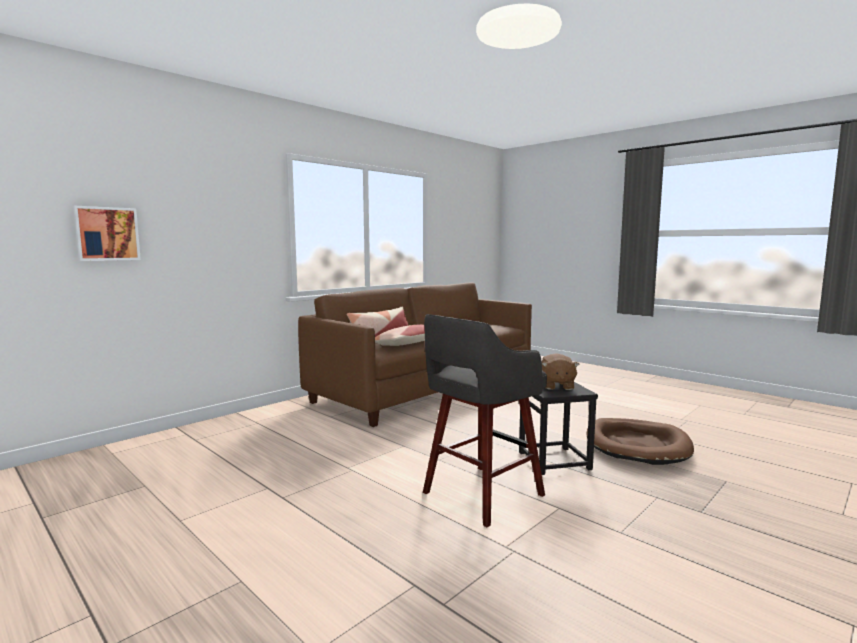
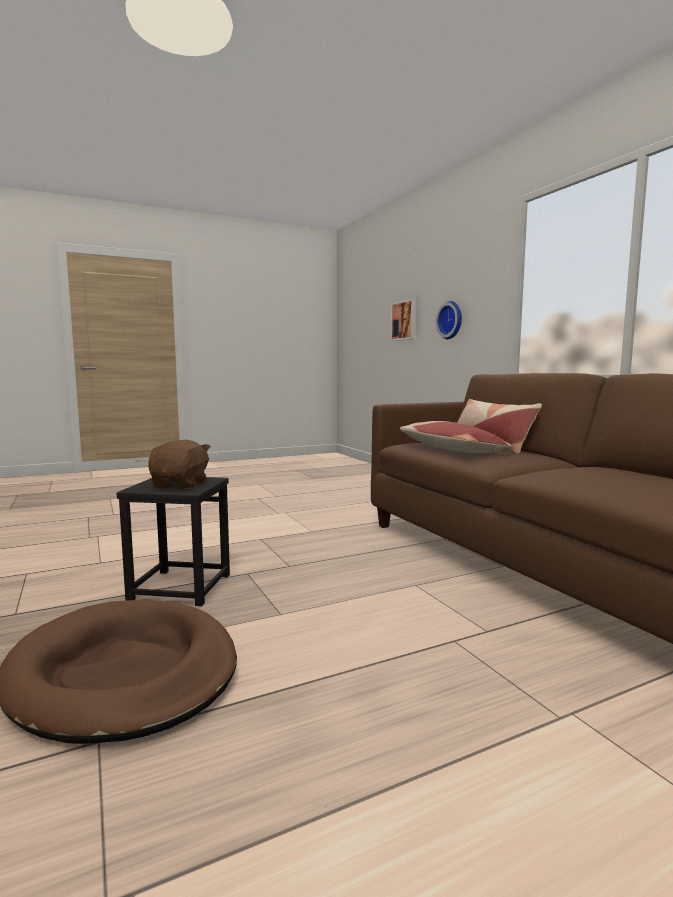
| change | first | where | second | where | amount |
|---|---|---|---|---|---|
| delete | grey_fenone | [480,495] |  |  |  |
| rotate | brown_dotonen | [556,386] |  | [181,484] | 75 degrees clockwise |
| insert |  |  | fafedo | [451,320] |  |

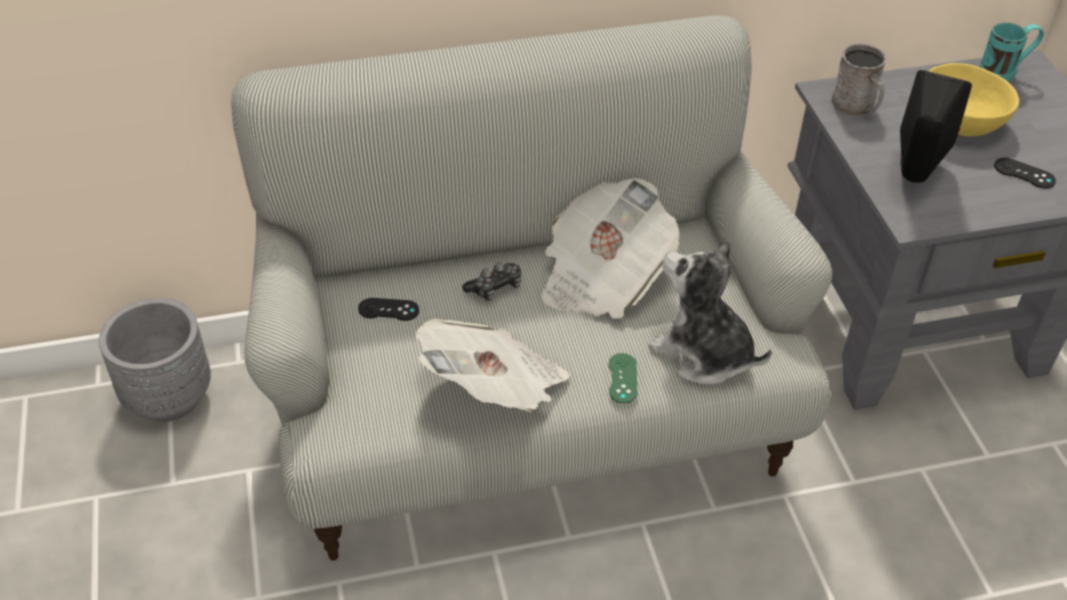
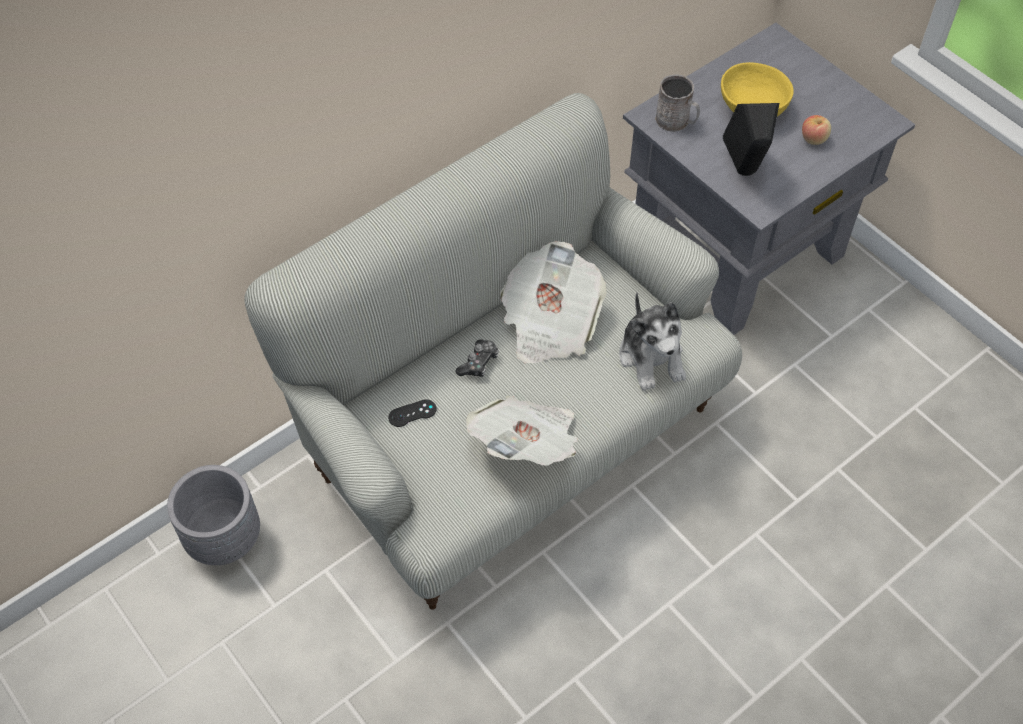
| change | first | where | second | where | amount |
|---|---|---|---|---|---|
| delete | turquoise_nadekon | [1003,75] |  |  |  |
| replace | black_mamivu | [1024,173] | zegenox | [813,139] |  |
| rotate | dotonen | [703,354] |  | [652,357] | 120 degrees counterclockwise |
| delete | green_mamivu | [622,378] |  |  |  |

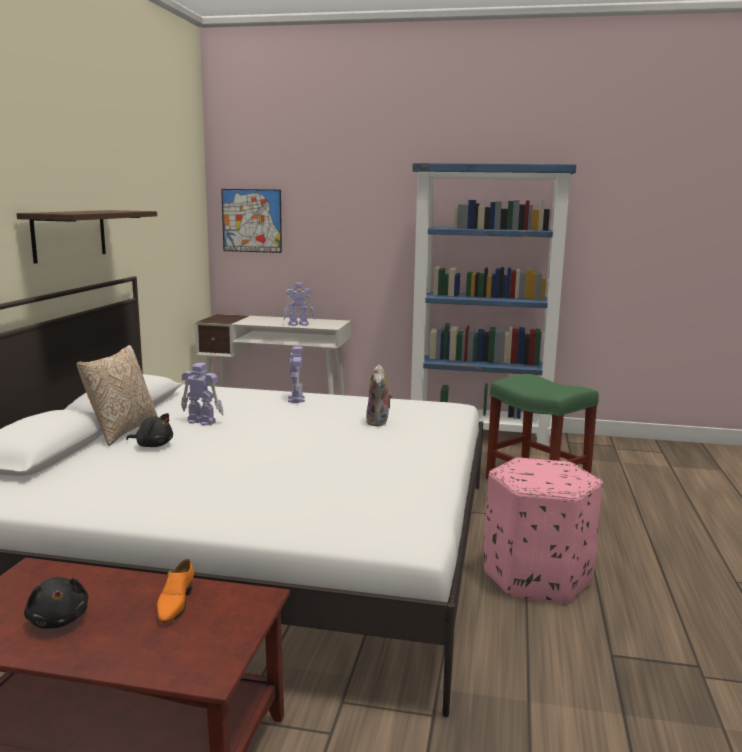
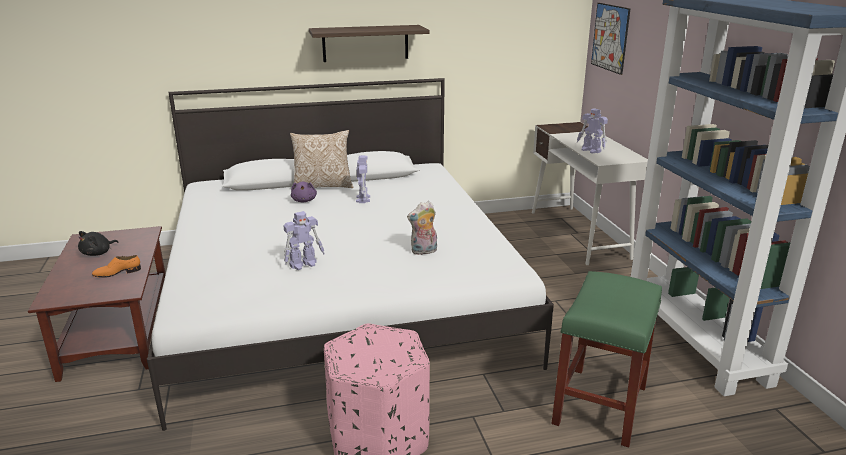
| change | first | where | second | where | amount |
|---|---|---|---|---|---|
| move | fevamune | [296,399] |  | [304,264] |  |
| recolor | black_dotonen | [153,445] | purple_dotonen | [304,200] |  |

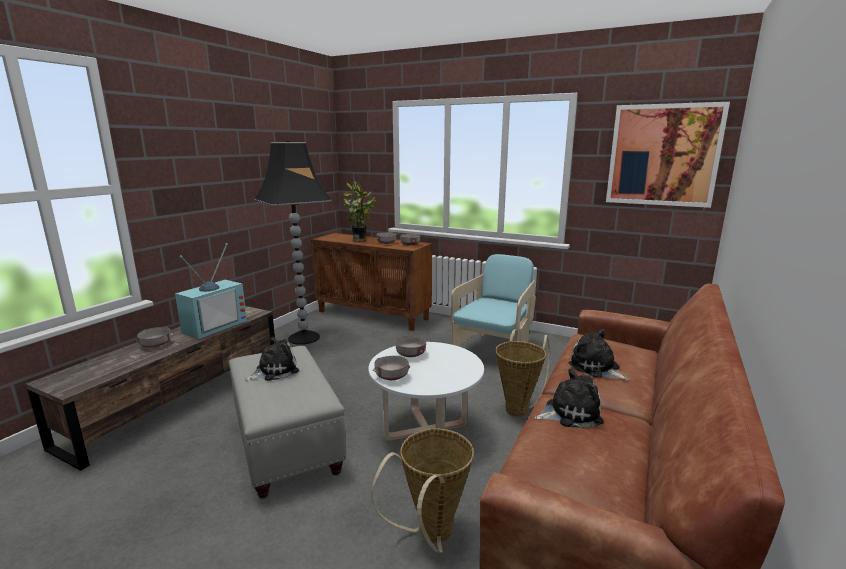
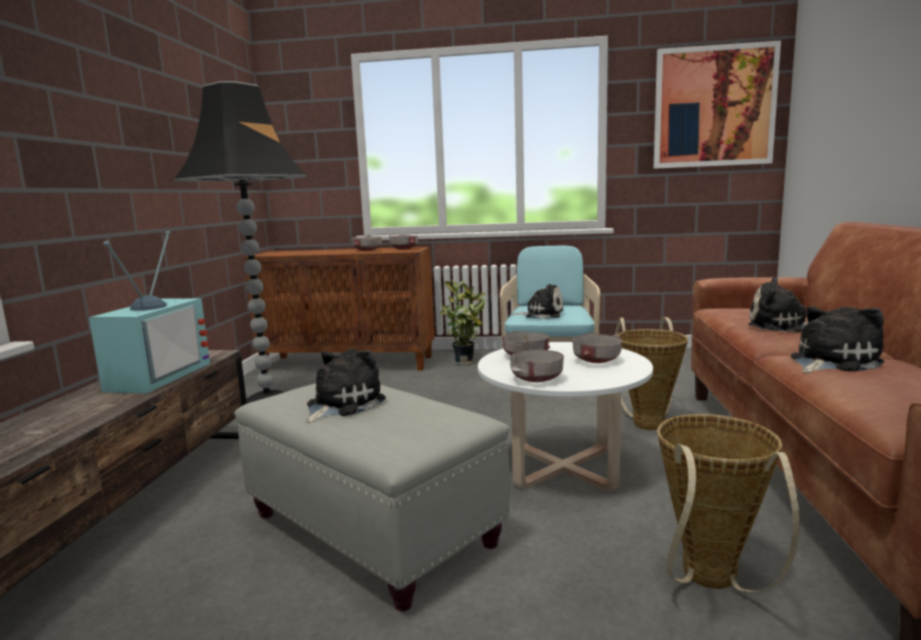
| change | first | where | second | where | amount |
|---|---|---|---|---|---|
| move | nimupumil | [361,240] |  | [466,362] |  |
| move | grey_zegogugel | [155,345] |  | [596,361] |  |
| insert |  |  | dotonen | [541,314] |  |

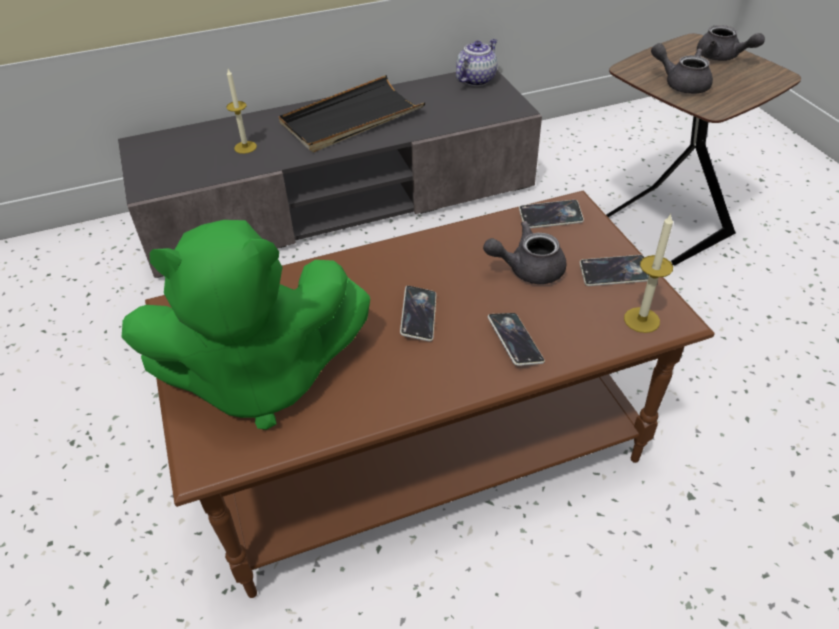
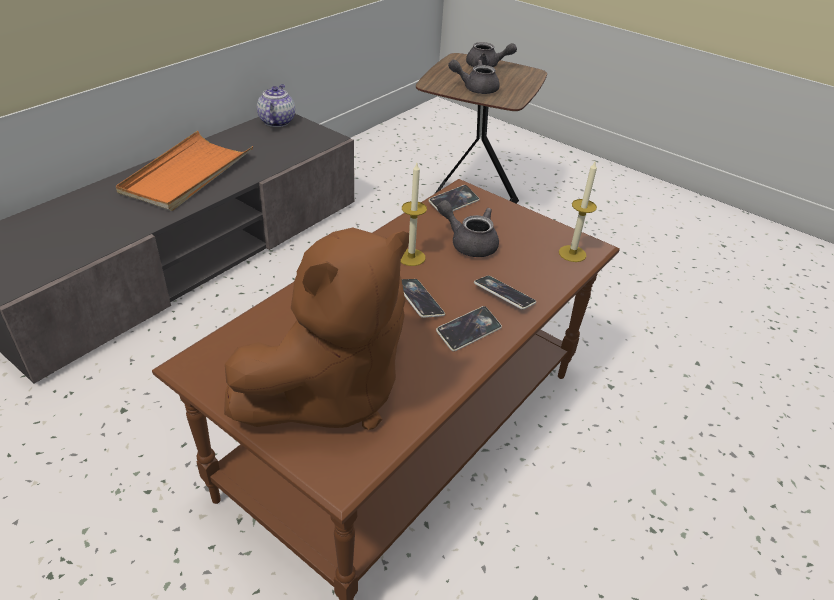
| change | first | where | second | where | amount |
|---|---|---|---|---|---|
| move | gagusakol | [245,147] |  | [411,257] |  |
| recolor | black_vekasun | [351,119] | orange_vekasun | [187,175] |  |
| recolor | green_dotonen | [261,378] | brown_dotonen | [330,392] |  |
| rotate | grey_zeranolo | [527,269] |  | [469,243] | 75 degrees clockwise |
| move | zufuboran | [614,274] |  | [468,331] |  |

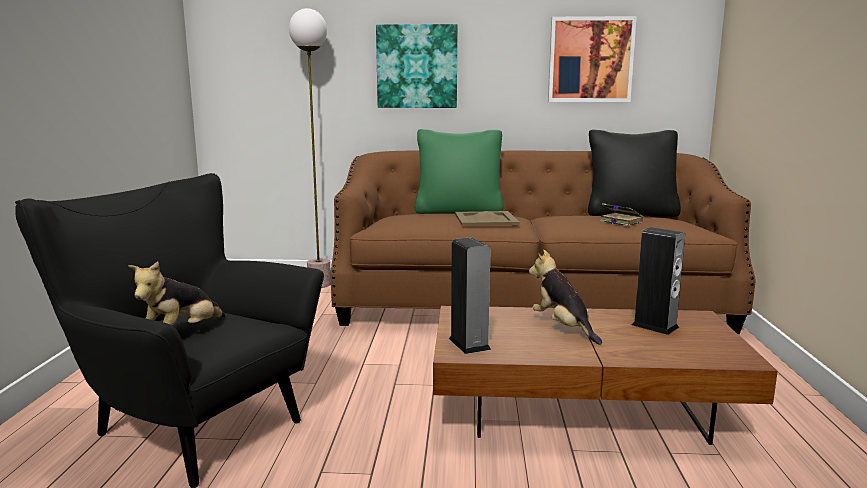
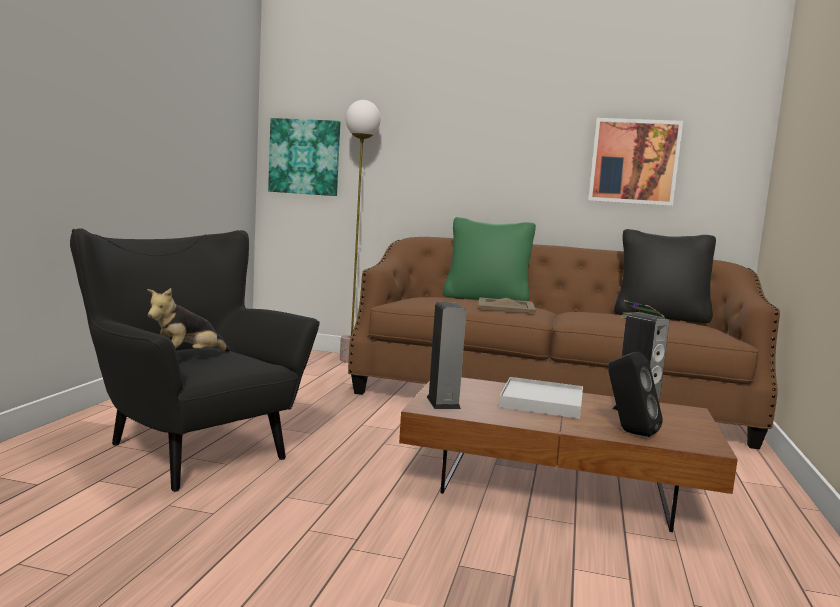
| change | first | where | second | where | amount |
|---|---|---|---|---|---|
| move | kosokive | [417,66] |  | [304,157] |  |
| replace | dotonen | [563,327] | white_vekasun | [542,402] |  |
| insert |  |  | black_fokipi | [629,432] |  |

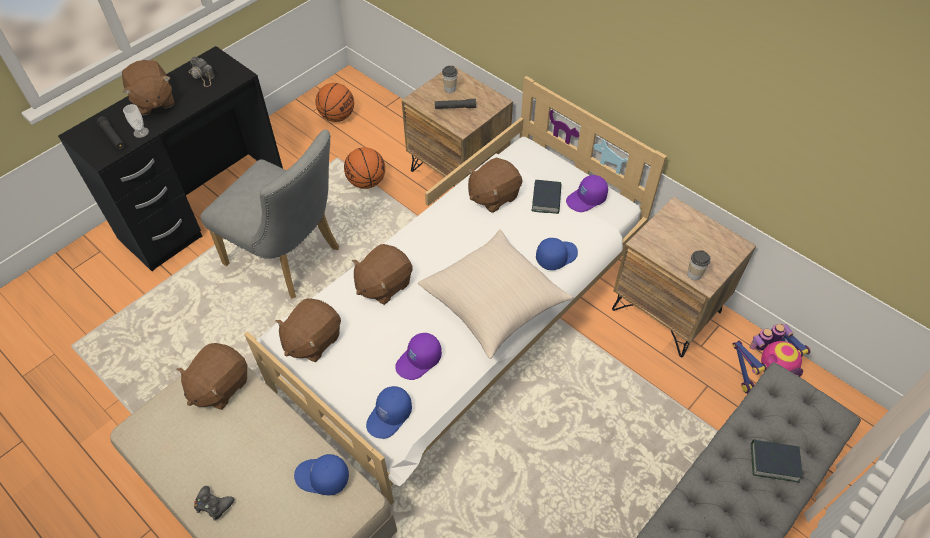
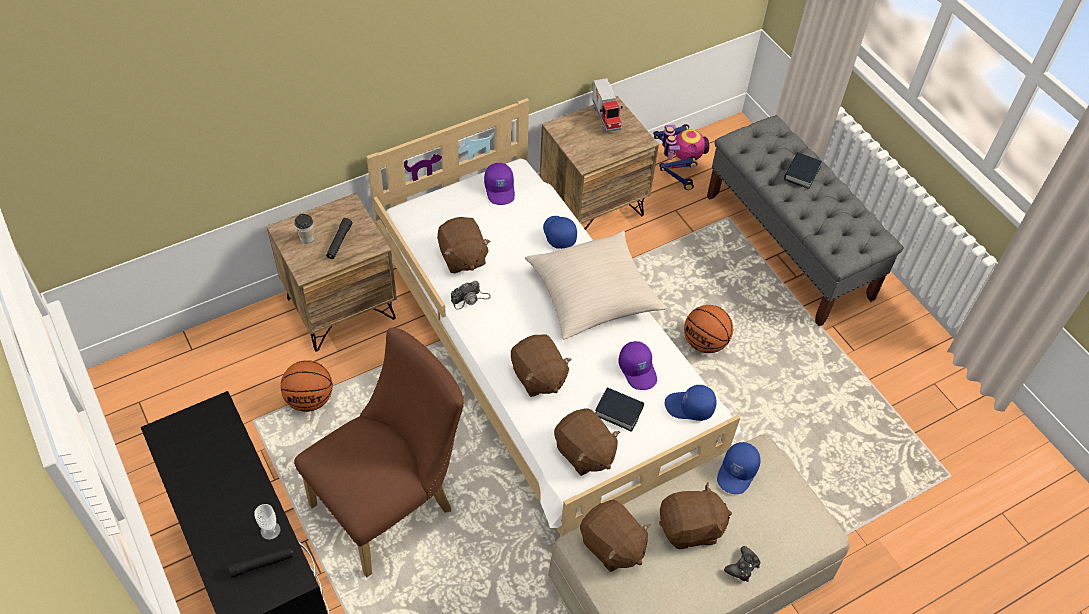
| change | first | where | second | where | amount |
|---|---|---|---|---|---|
| move | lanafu | [202,76] |  | [470,298] |  |
| move | brown_dotonen | [153,101] |  | [690,528] |  |
| move | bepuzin | [337,116] |  | [704,342] |  |
| recolor | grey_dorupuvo | [290,259] | brown_dorupuvo | [391,503] |  |
| move | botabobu | [546,199] |  | [618,411] |  |
| delete | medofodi | [694,274] |  |  |  |
| rotate | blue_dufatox | [389,416] |  | [689,407] | 135 degrees clockwise |
| insert |  |  | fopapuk | [606,117] |  |

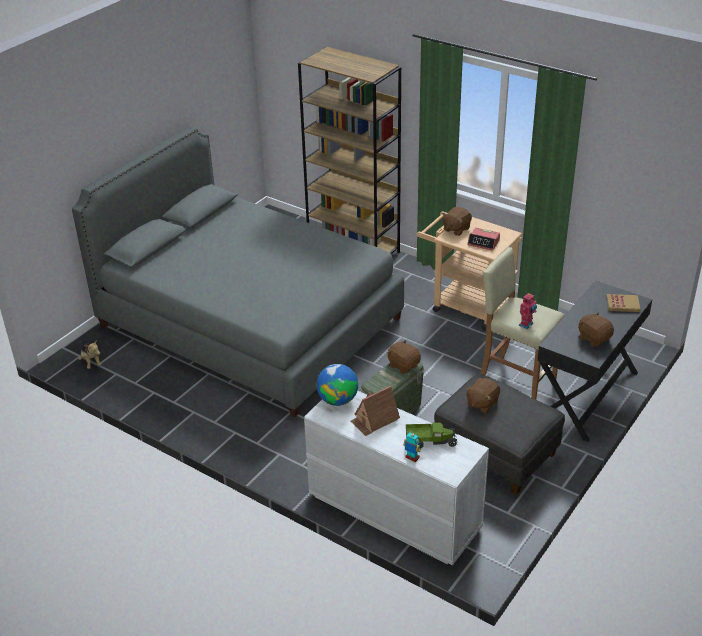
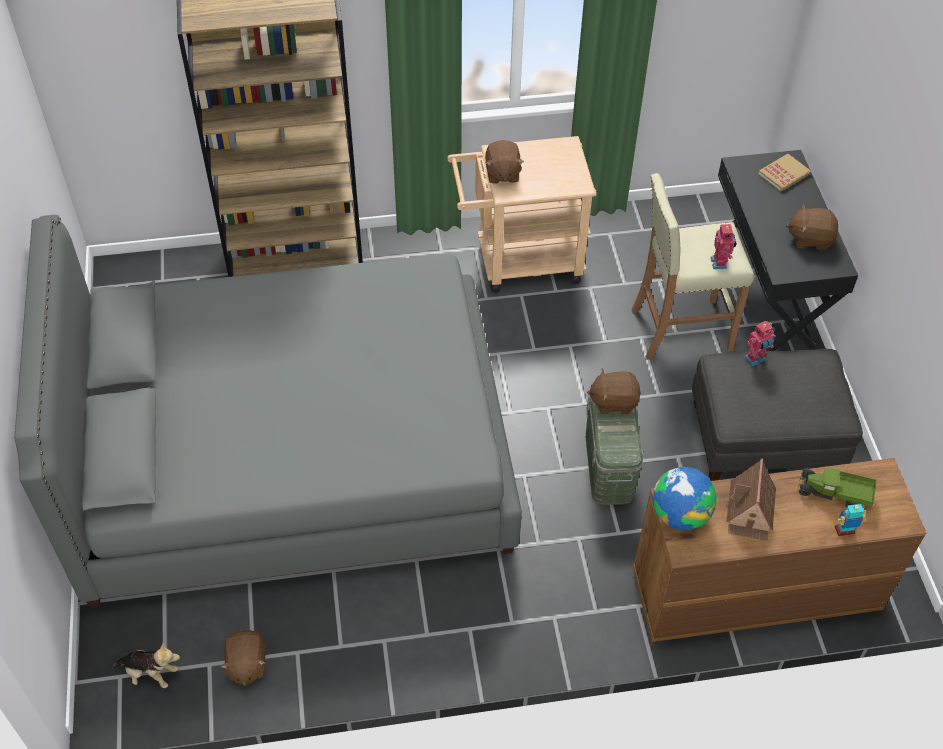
| change | first | where | second | where | amount |
|---|---|---|---|---|---|
| delete | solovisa | [483,242] |  |  |  |
| move | brown_dotonen | [482,403] |  | [246,664] |  |
| recolor | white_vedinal | [393,511] | brown_vedinal | [753,591] |  |
| rotate | fopapuk | [430,441] |  | [834,494] | 120 degrees counterclockwise |
| insert |  |  | fevamune | [755,359] |  |

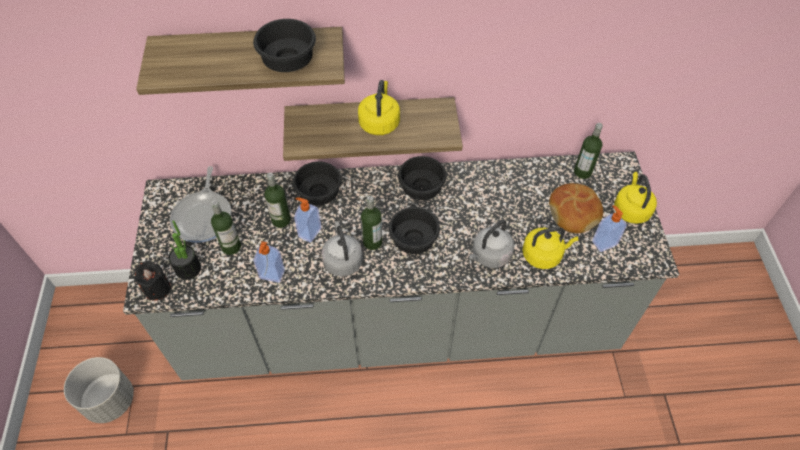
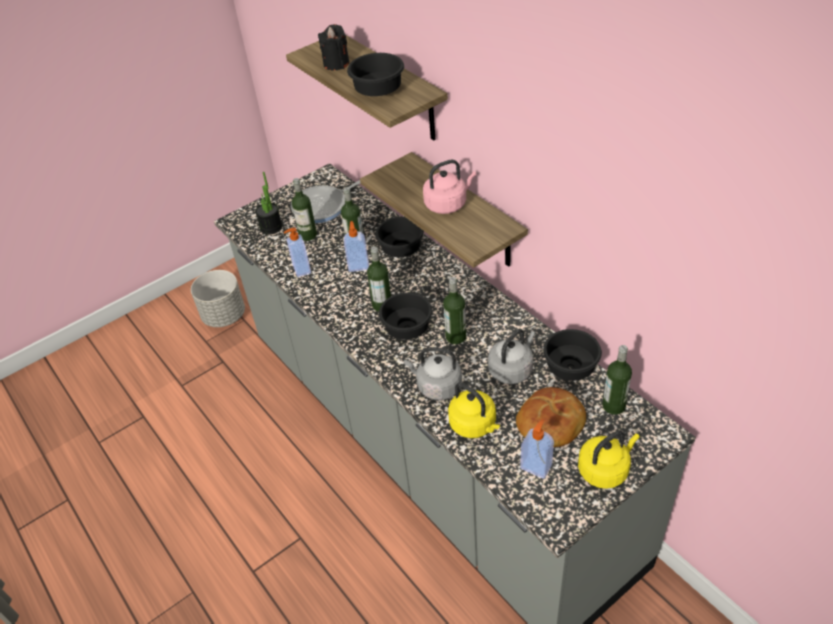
| change | first | where | second | where | amount |
|---|---|---|---|---|---|
| recolor | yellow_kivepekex | [379,122] | pink_kivepekex | [447,204] |  |
| move | black_zegogugel | [423,189] |  | [570,369] |  |
| move | grey_kivepekex | [342,260] |  | [512,369] |  |
| move | black_gagusakol | [157,289] |  | [336,64] |  |
| insert |  |  | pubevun | [456,337] |  |

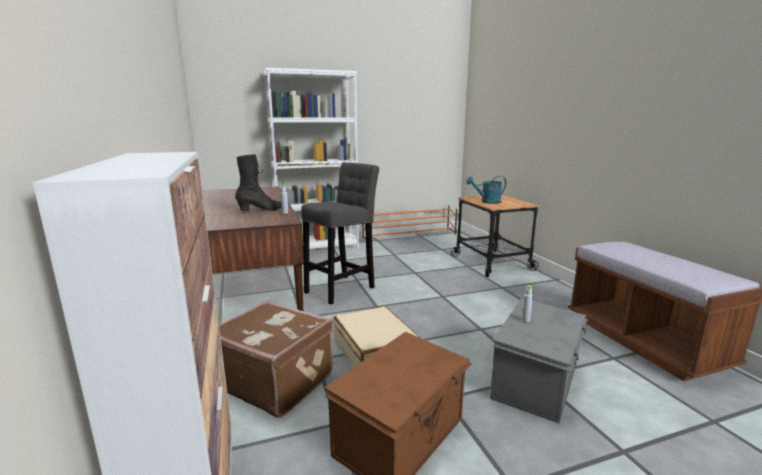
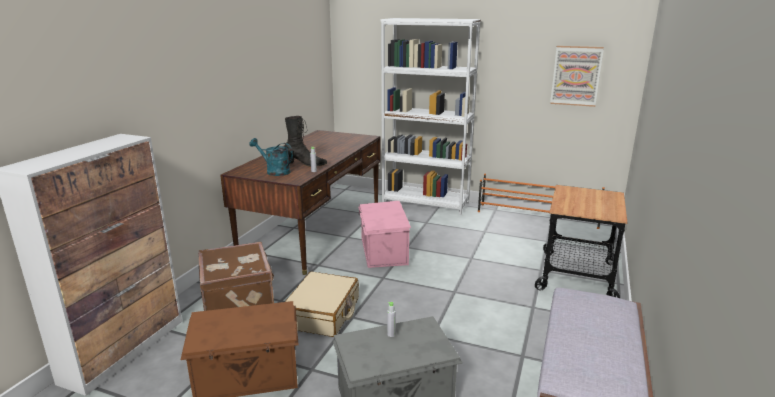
| change | first | where | second | where | amount |
|---|---|---|---|---|---|
| replace | grey_fenone | [342,288] | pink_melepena | [382,251] |  |
| move | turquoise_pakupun | [487,202] |  | [274,171] |  |
| insert |  |  | kosokive | [576,76] |  |

